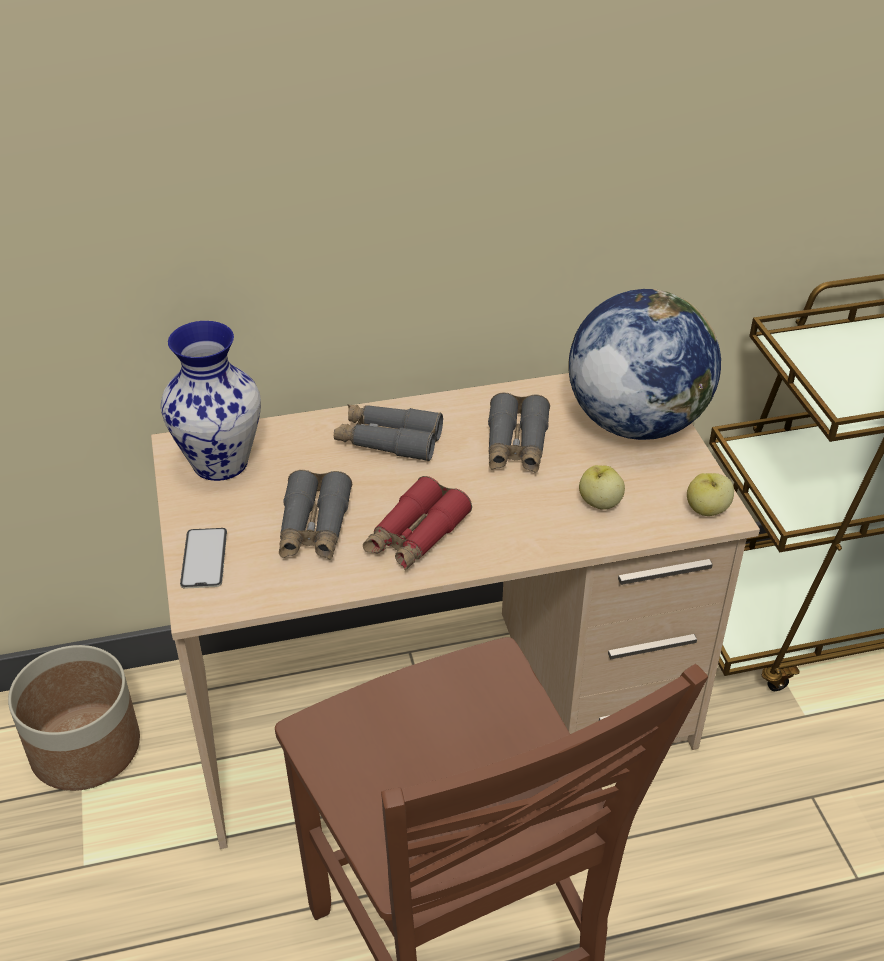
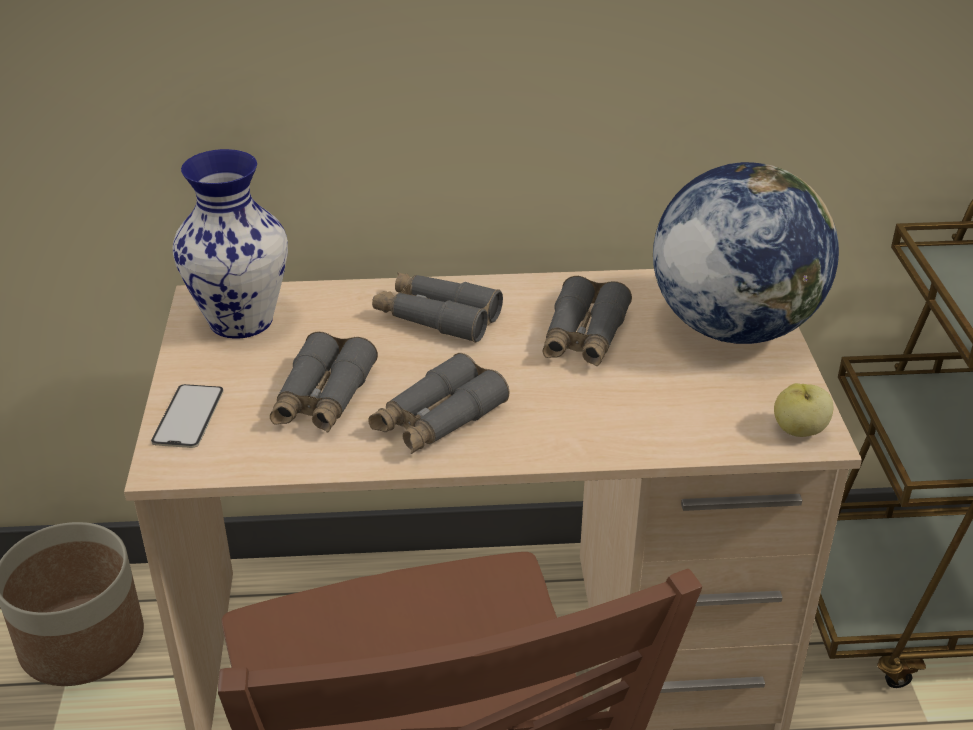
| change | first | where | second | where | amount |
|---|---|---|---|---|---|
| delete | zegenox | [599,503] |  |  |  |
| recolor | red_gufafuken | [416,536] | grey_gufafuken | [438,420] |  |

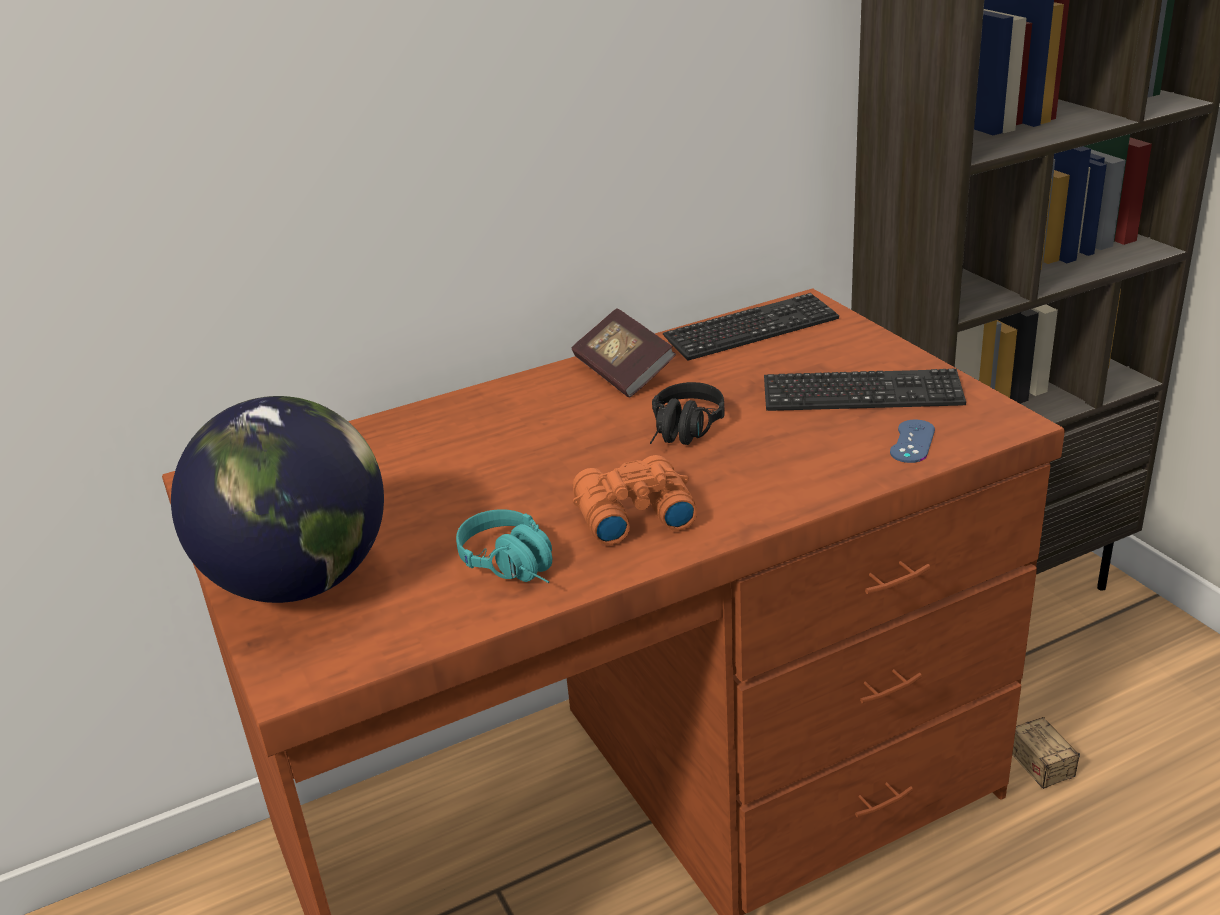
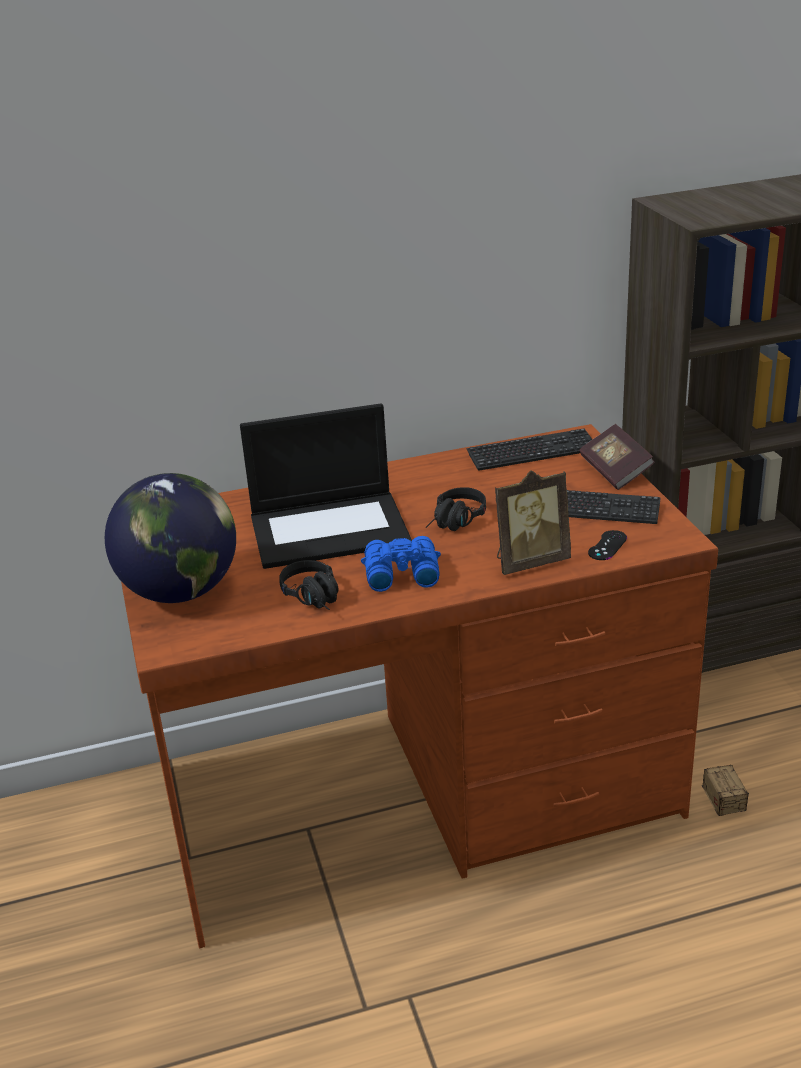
| change | first | where | second | where | amount |
|---|---|---|---|---|---|
| move | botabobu | [624,372] |  | [615,471] |  |
| recolor | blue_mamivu | [912,441] | black_mamivu | [607,545] |  |
| recolor | orange_gufafuken | [631,514] | blue_gufafuken | [400,573] |  |
| recolor | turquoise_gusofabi | [517,567] | black_gusofabi | [316,598] |  |
| insert |  |  | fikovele | [330,529] |  |
| insert |  |  | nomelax | [529,561] |  |

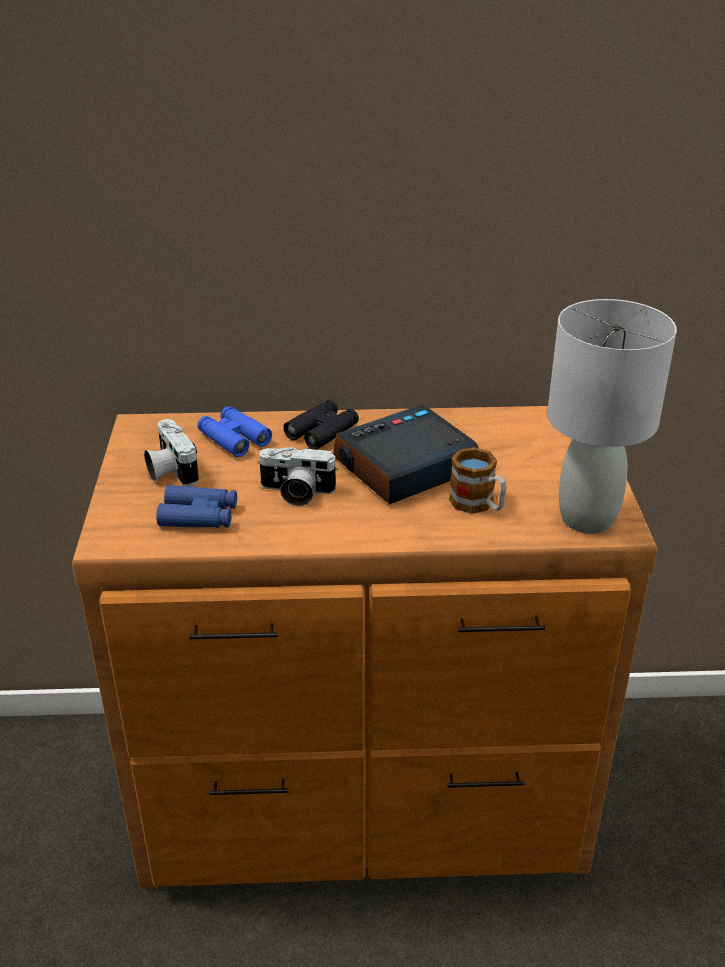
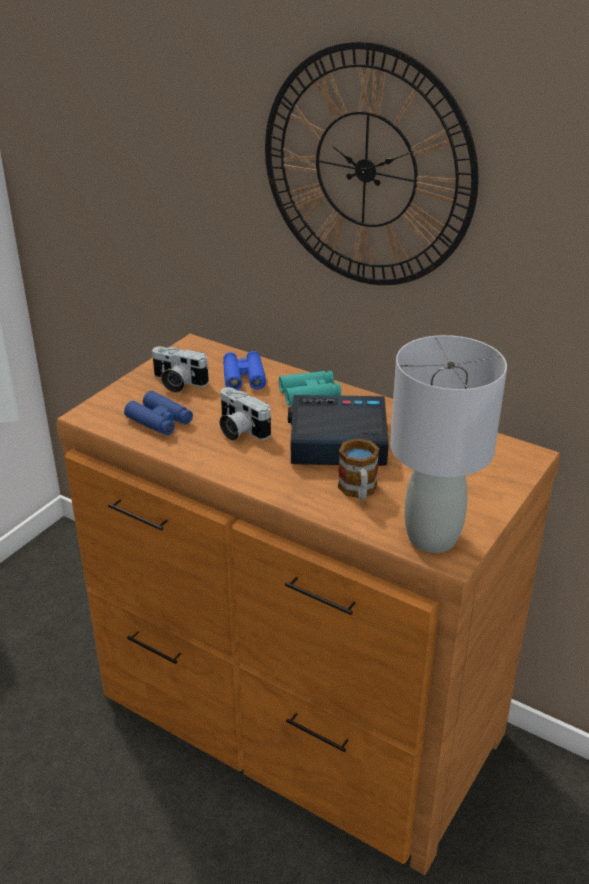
| change | first | where | second | where | amount |
|---|---|---|---|---|---|
| recolor | black_gufafuken | [322,432] | turquoise_gufafuken | [310,394] |  |
| rotate | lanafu | [170,470] |  | [177,383] | 75 degrees counterclockwise |
| insert |  |  | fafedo | [366,170] |  |

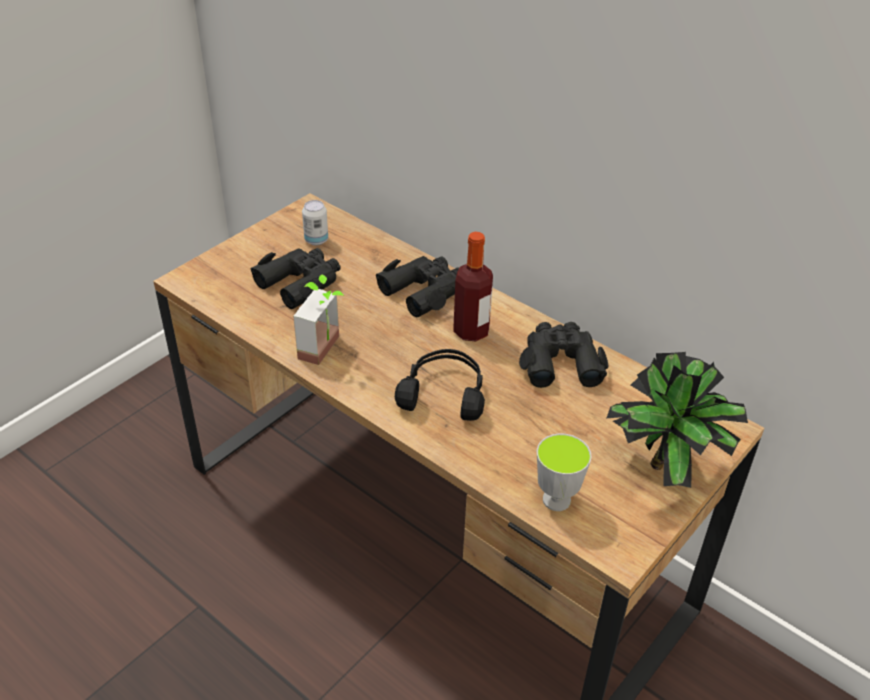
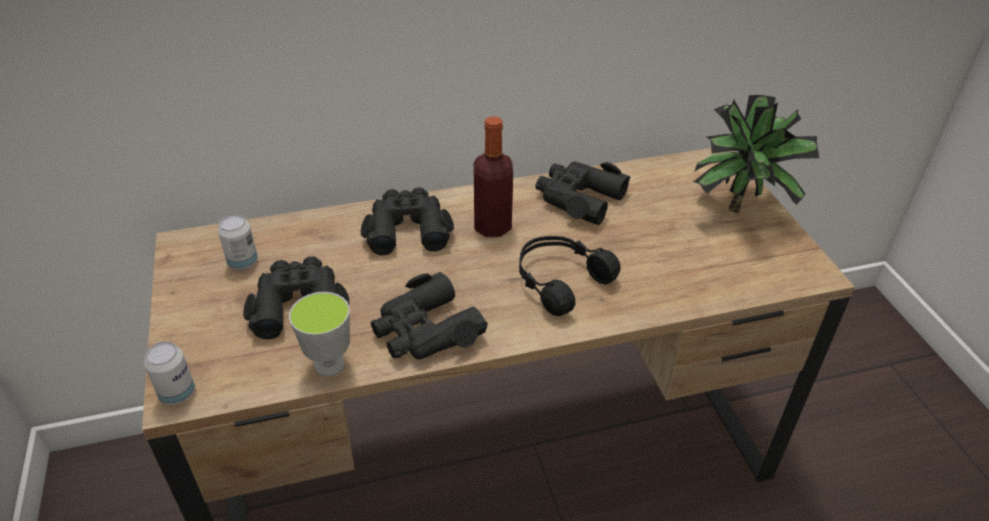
| change | first | where | second | where | amount |
|---|---|---|---|---|---|
| replace | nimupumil | [327,350] | black_gufafuken | [425,330] |  |
| move | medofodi | [556,500] |  | [329,364] |  |
| insert |  |  | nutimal | [177,394] |  |

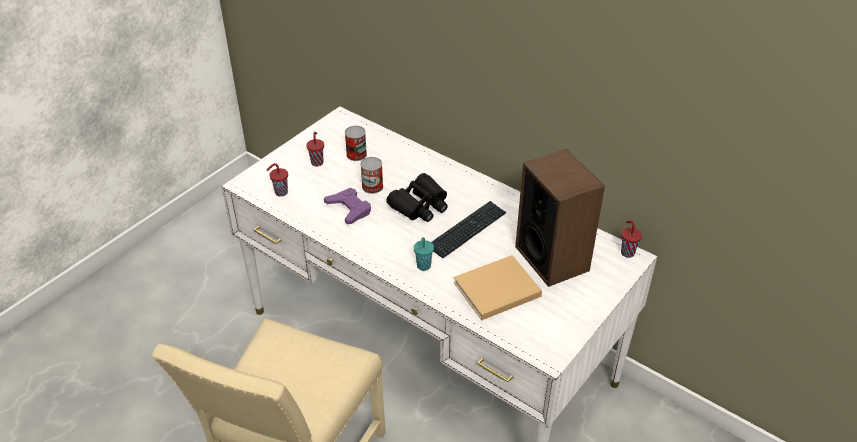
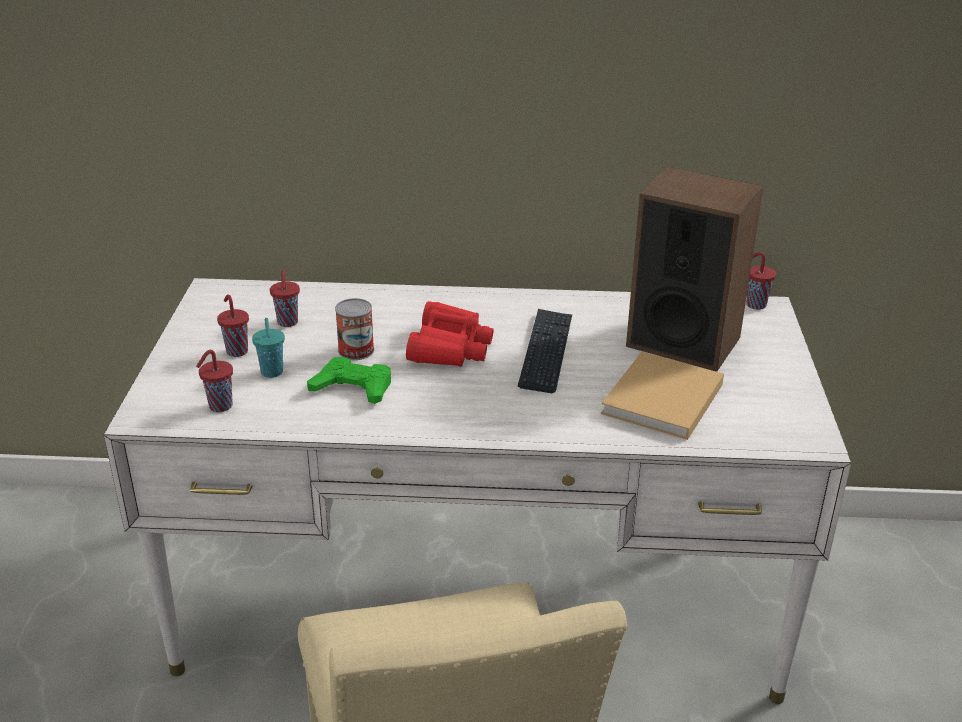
| change | first | where | second | where | amount |
|---|---|---|---|---|---|
| replace | nutimal | [356,154] | red_medofodi | [287,323] |  |
| recolor | black_gufafuken | [420,205] | red_gufafuken | [450,348] |  |
| recolor | purple_mamivu | [349,209] | green_mamivu | [353,387] |  |
| move | turquoise_medofodi | [423,267] |  | [272,373] |  |

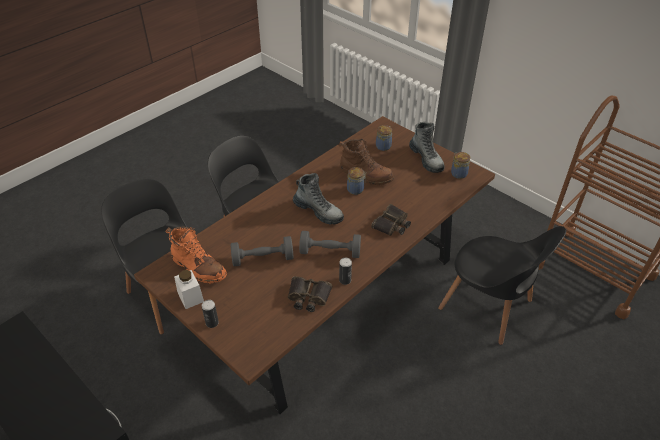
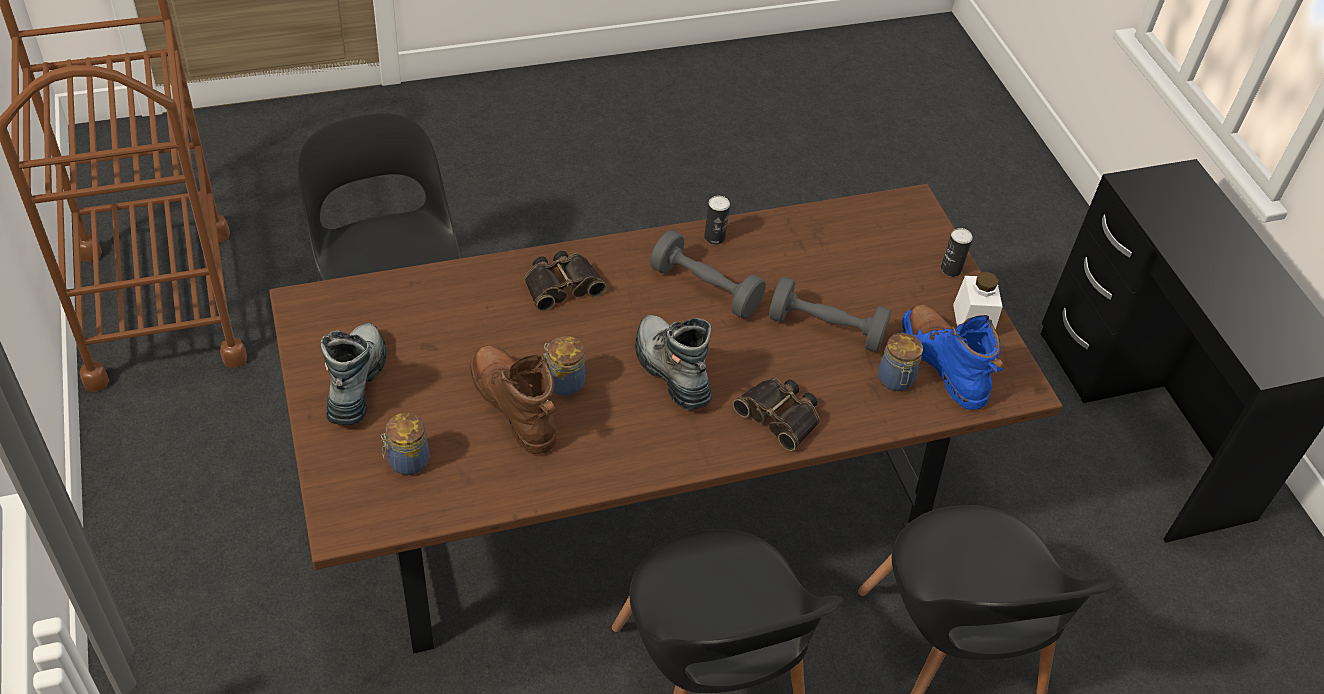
| change | first | where | second | where | amount |
|---|---|---|---|---|---|
| move | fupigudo | [458,173] |  | [895,380] |  |
| recolor | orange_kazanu | [198,267] | blue_kazanu | [944,364] |  |
| move | gufafuken | [308,297] |  | [780,415] |  |

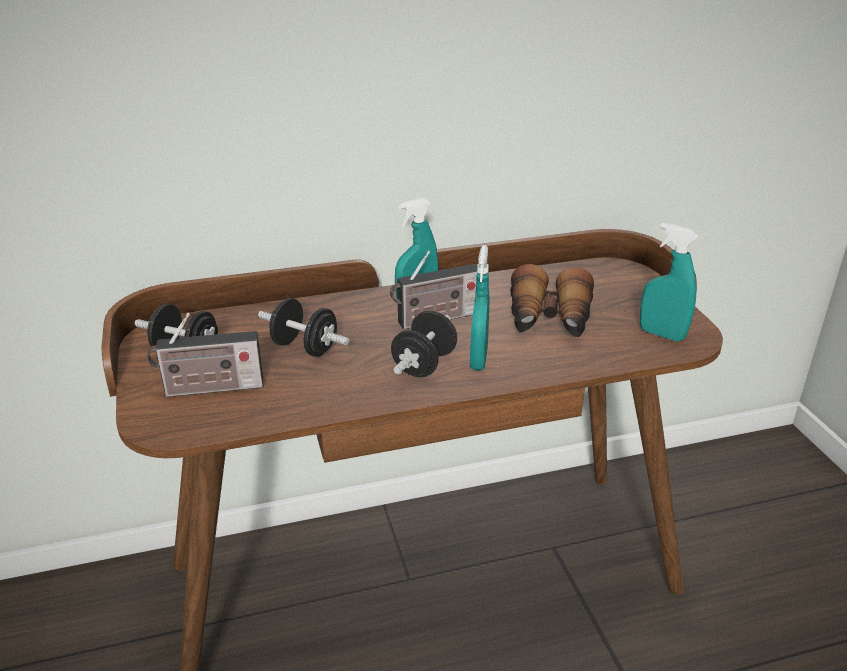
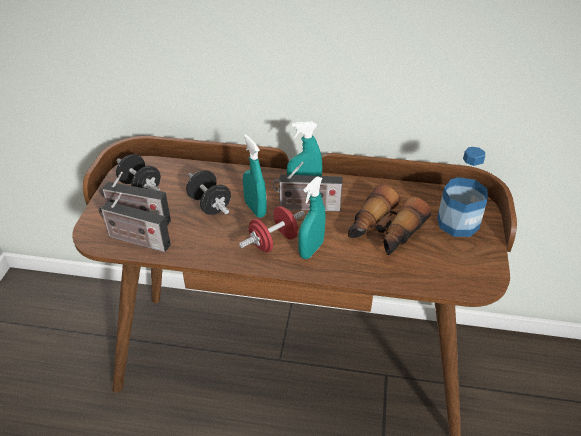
| change | first | where | second | where | amount |
|---|---|---|---|---|---|
| move | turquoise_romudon | [661,334] |  | [255,209] |  |
| recolor | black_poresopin | [424,364] | red_poresopin | [273,242] |  |
| insert |  |  | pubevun | [458,223] |  |
| insert |  |  | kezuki | [136,240] |  |

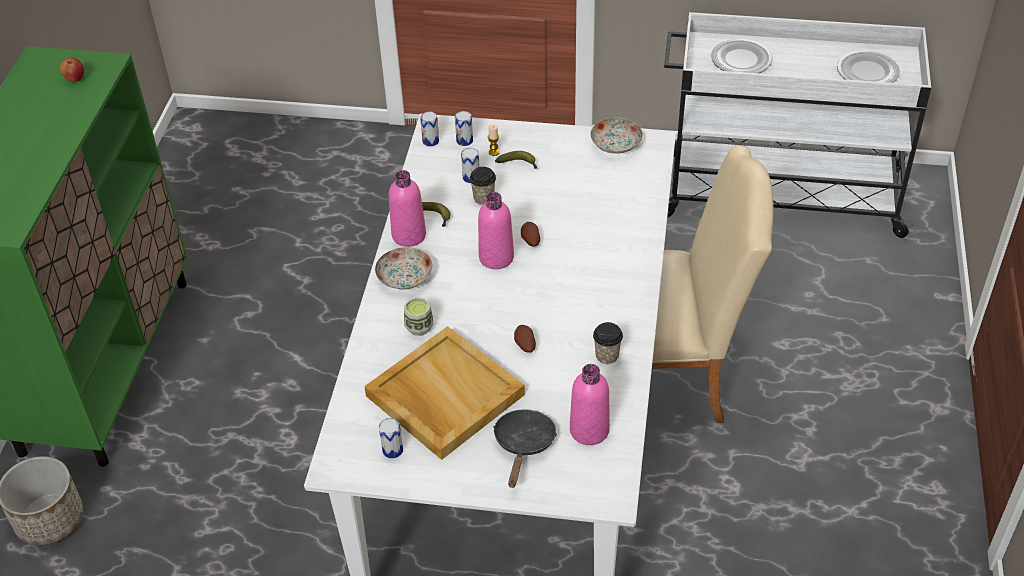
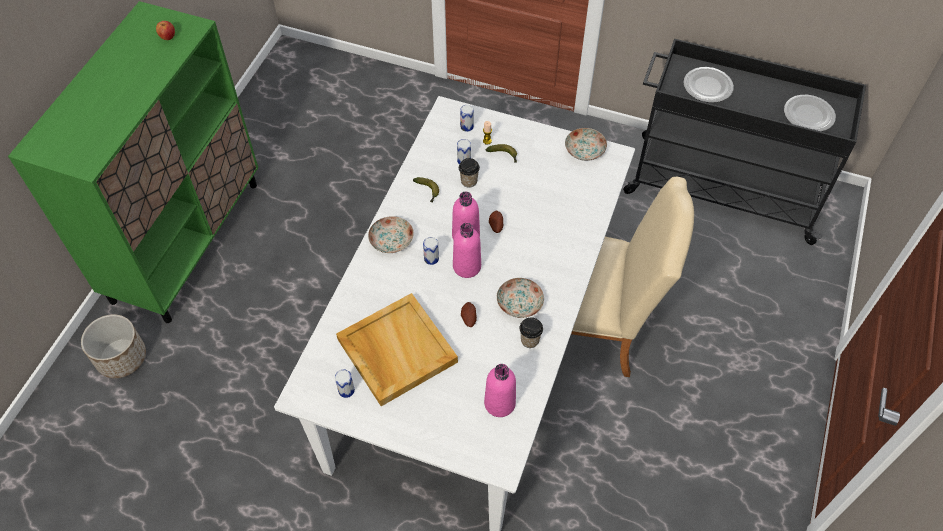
| change | first | where | second | where | amount |
|---|---|---|---|---|---|
| recolor | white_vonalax | [778,193] | black_vonalax | [721,188] |  |
| move | nutimal | [430,141] |  | [431,258] |  |
| move | pink_pubevun | [409,235] |  | [467,266] |  |
| delete | medofodi | [419,327] |  |  |  |
| delete | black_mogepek | [524,445] |  |  |  |
| insert |  |  | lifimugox | [520,303] |  |

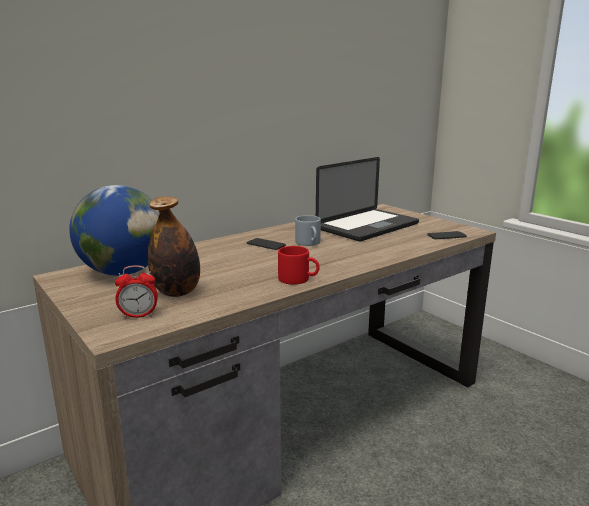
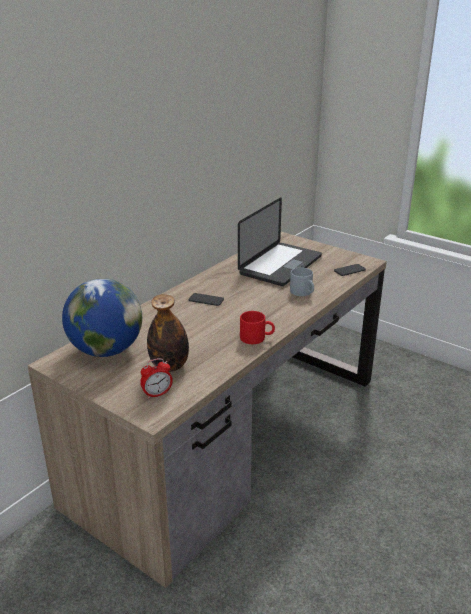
| change | first | where | second | where | amount |
|---|---|---|---|---|---|
| move | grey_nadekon | [309,243] |  | [303,292] |  |

